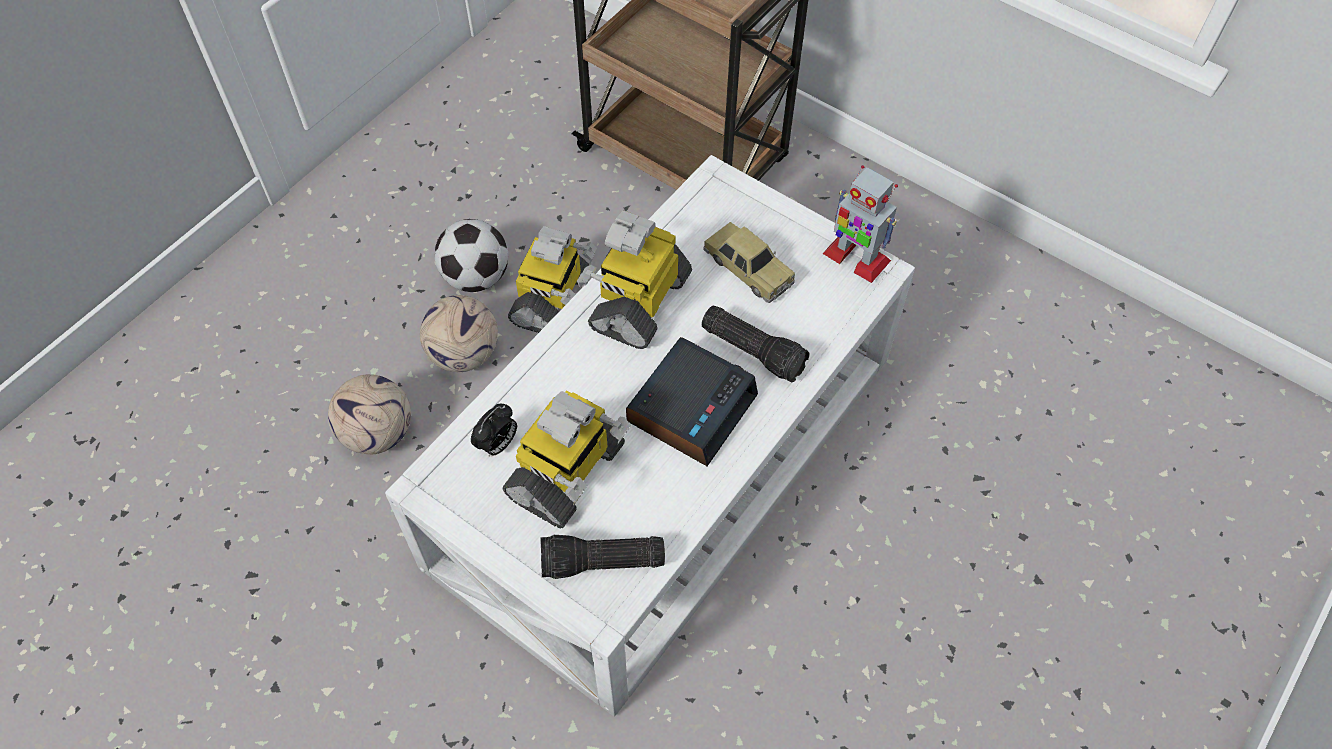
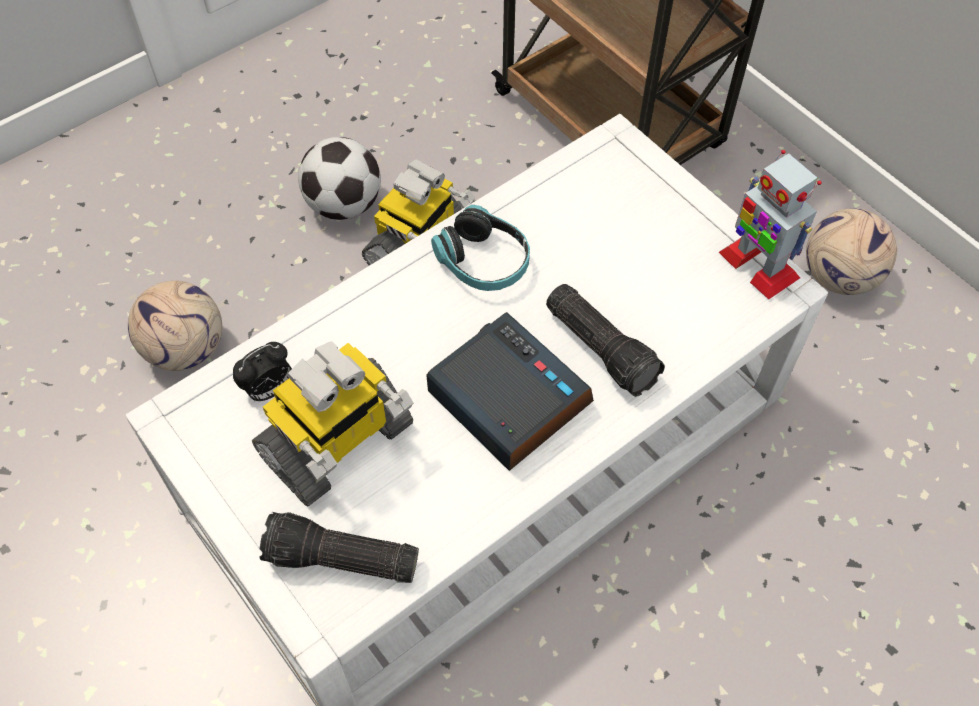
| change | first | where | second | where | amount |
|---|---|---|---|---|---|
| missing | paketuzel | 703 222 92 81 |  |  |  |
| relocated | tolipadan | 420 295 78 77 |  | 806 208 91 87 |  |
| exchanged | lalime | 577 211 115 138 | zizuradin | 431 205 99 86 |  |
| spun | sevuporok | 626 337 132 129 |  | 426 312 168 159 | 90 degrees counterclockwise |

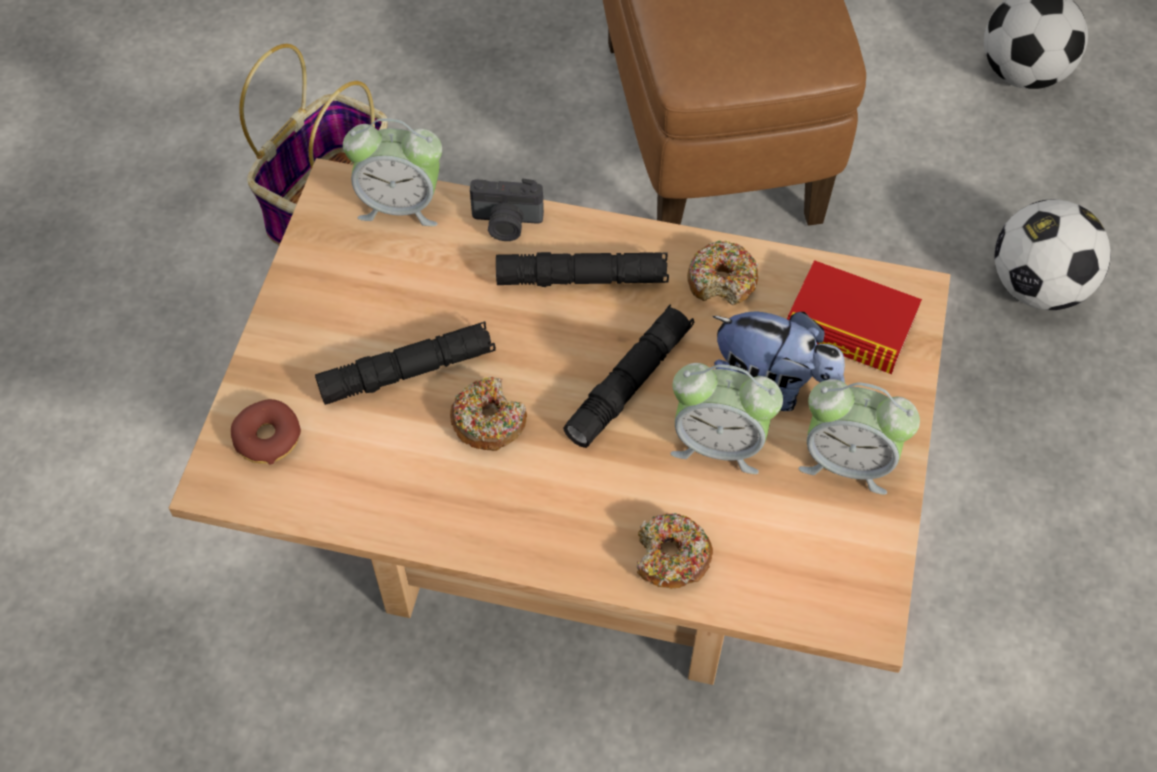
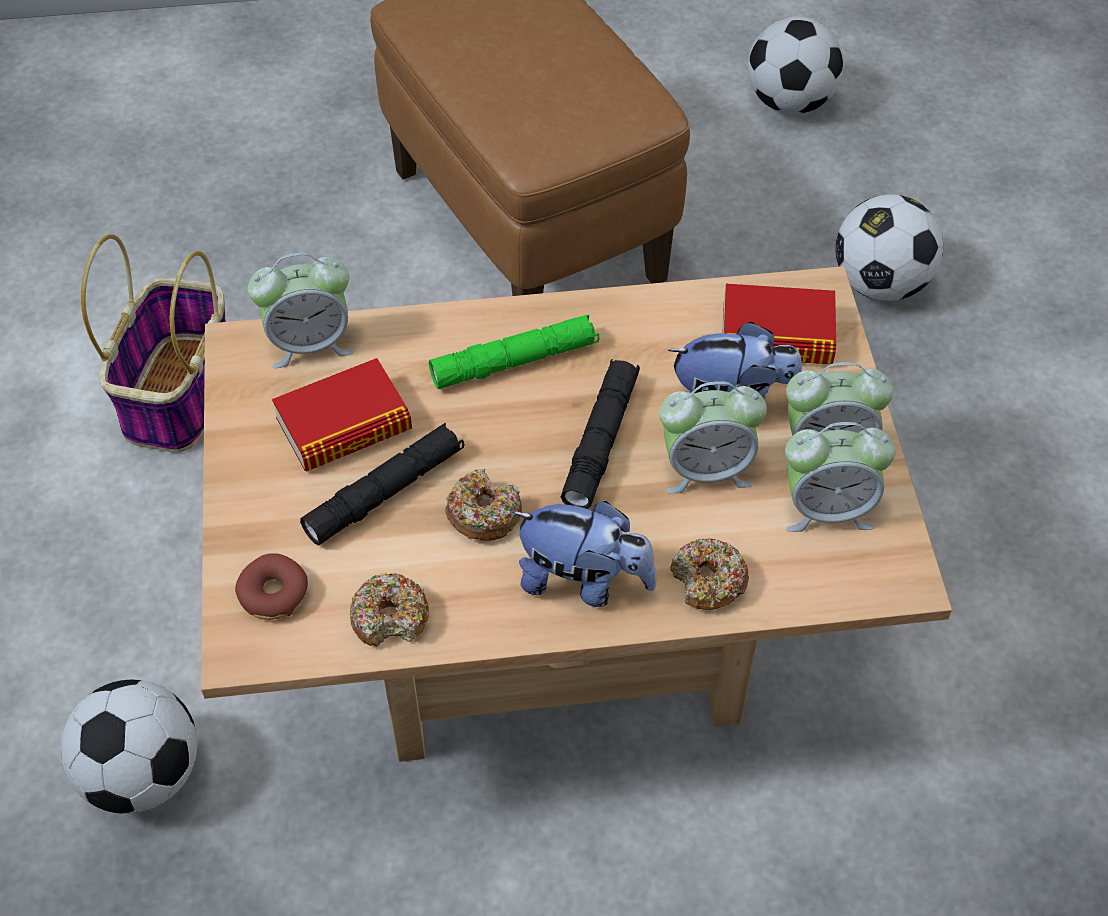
| change | first | where | second | where | amount |
|---|---|---|---|---|---|
| missing | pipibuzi | 470 178 74 63 |  |  |  |
| appeared |  |  | tolipadan | 61 680 137 134 |  |
| appeared |  |  | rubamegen | 272 358 140 114 |  |
| appeared |  |  | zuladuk | 512 501 145 106 |  |
| appeared |  |  | sevuporok | 785 422 111 110 |  |
| relocated | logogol | 687 241 71 64 |  | 350 573 79 73 |  |
| colour | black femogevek | 496 252 173 35 | green femogevek | 429 314 171 75 |  |

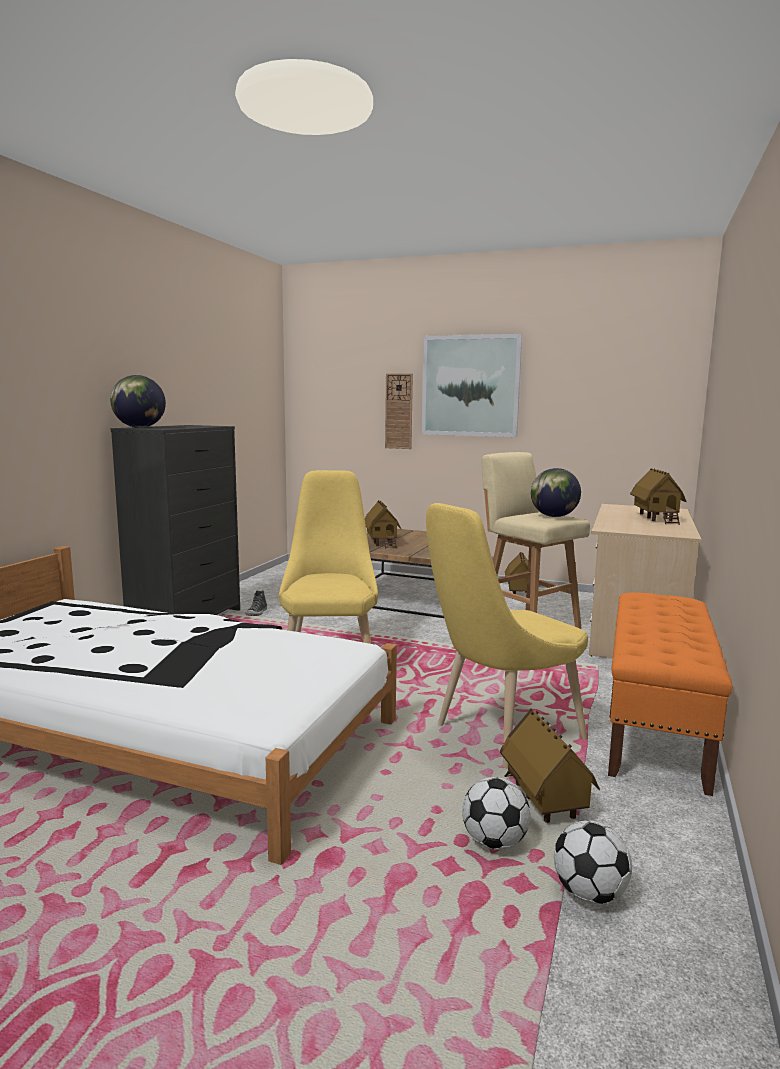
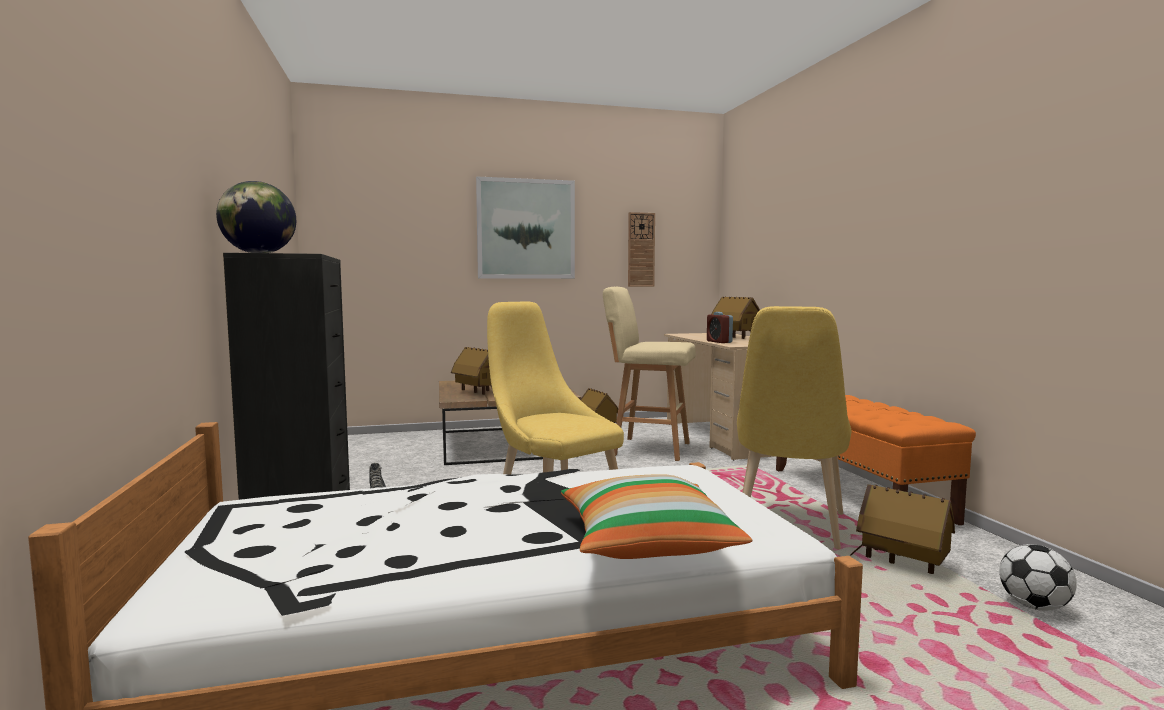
| change | first | where | second | where | amount |
|---|---|---|---|---|---|
| missing | tolipadan | 462 777 68 73 |  |  |  |
| missing | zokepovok | 531 468 50 49 |  |  |  |
| appeared |  |  | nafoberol | 561 474 191 85 |  |
| appeared |  |  | sevuporok | 707 312 26 31 |  |
| relocated | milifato | 385 374 28 75 |  | 628 212 27 75 |  |

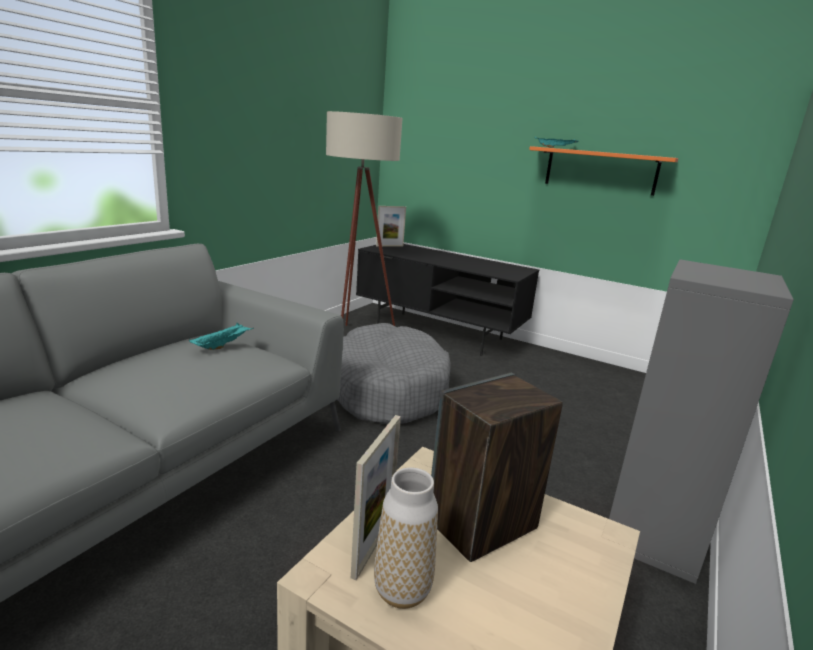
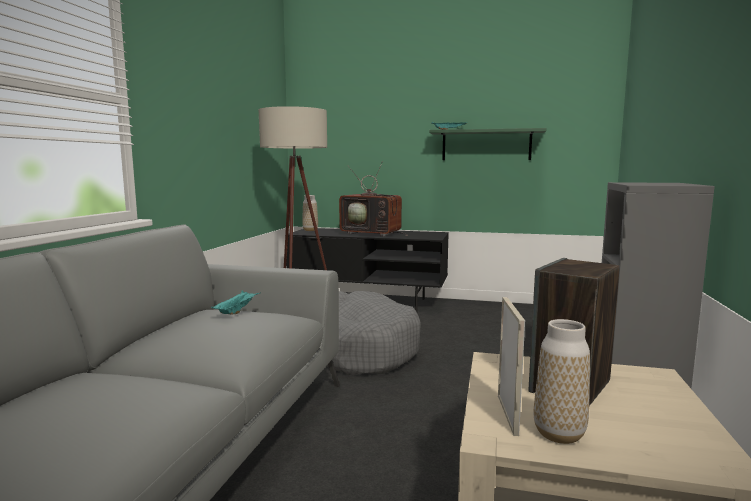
| change | first | where | second | where | amount |
|---|---|---|---|---|---|
| appeared |  |  | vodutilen | 339 161 69 76 |  |
| exchanged | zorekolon | 376 206 30 40 | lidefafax | 302 195 16 36 |  |
| colour | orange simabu | 529 146 149 50 | green simabu | 429 128 117 32 |  |

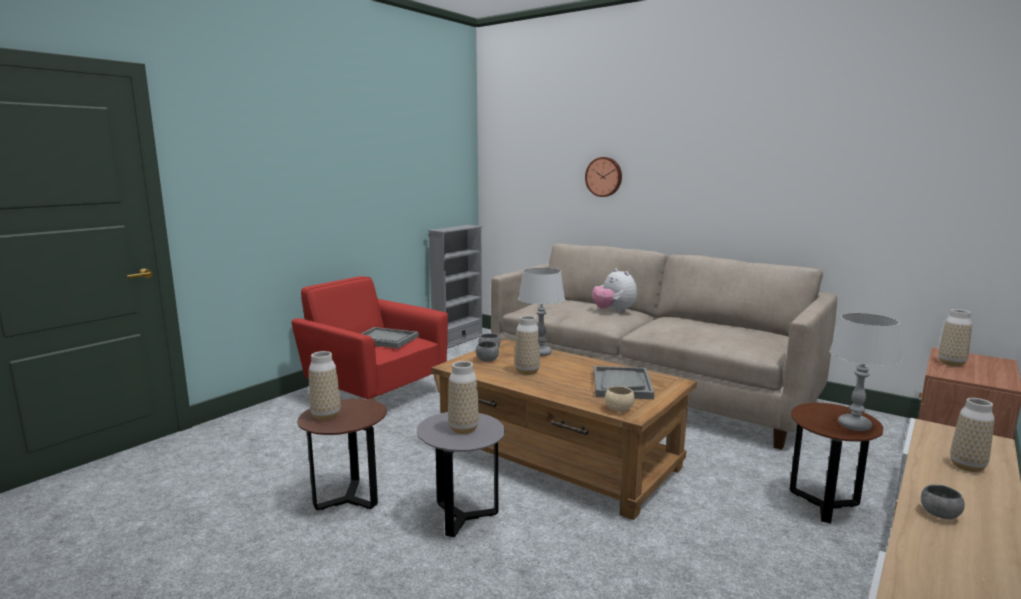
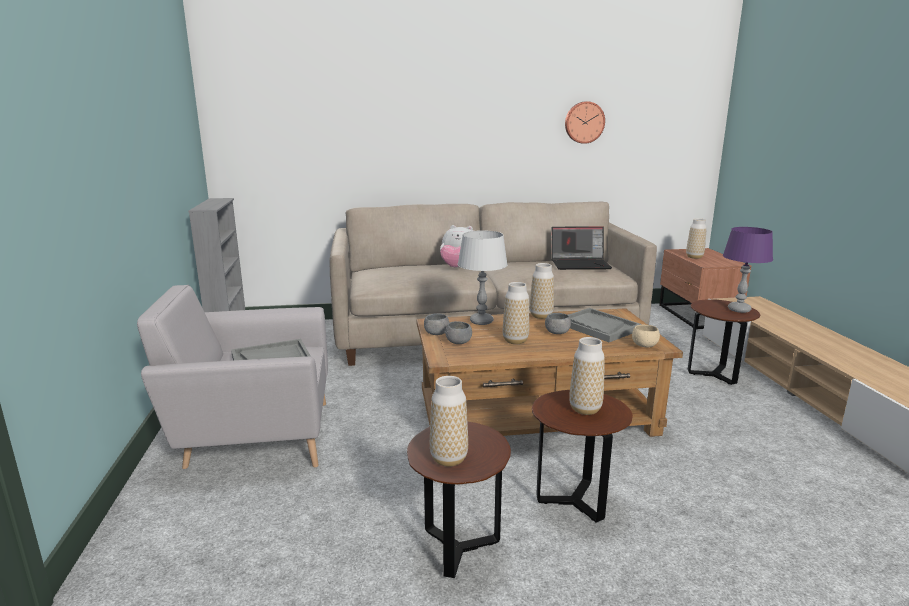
| change | first | where | second | where | amount |
|---|---|---|---|---|---|
| appeared |  |  | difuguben | 551 226 61 44 |  |
| relocated | milifato | 585 157 37 40 |  | 565 101 40 43 |  |
| relocated | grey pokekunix | 921 484 44 35 |  | 545 313 26 21 |  |
| relocated | lidefafax | 950 398 44 74 |  | 530 263 24 56 |  |
| colour | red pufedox | 291 276 157 125 | grey pufedox | 137 285 191 184 |  |
| colour | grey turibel | 417 412 88 125 | brown turibel | 532 390 101 133 |  |
| colour | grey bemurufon | 829 313 72 118 | purple bemurufon | 723 227 50 86 |  |

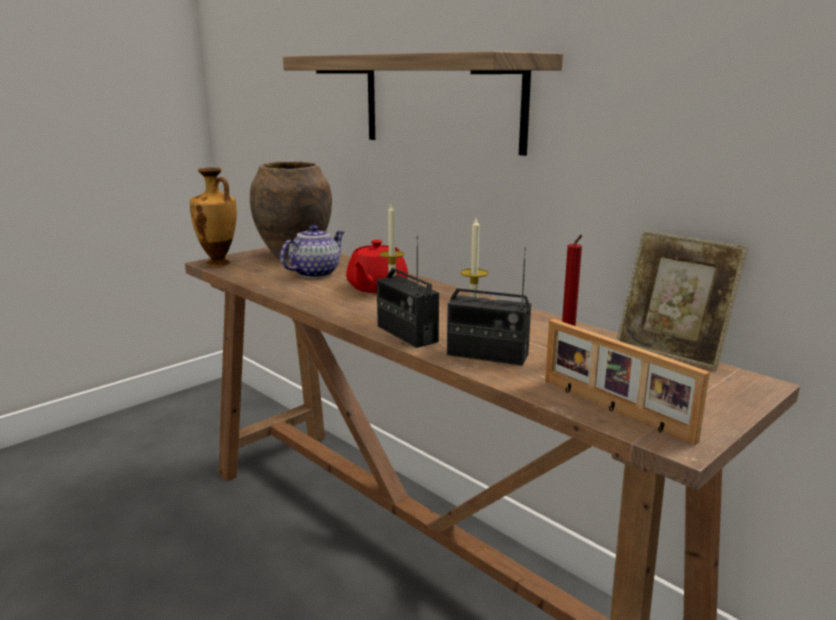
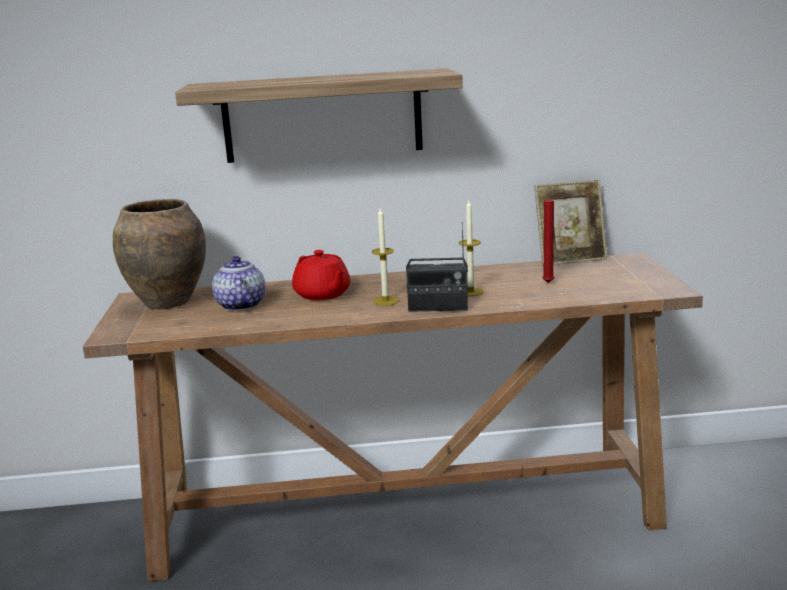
| change | first | where | second | where | amount |
|---|---|---|---|---|---|
| missing | lidefafax | 190 167 47 100 |  |  |  |
| missing | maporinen | 447 247 84 119 |  |  |  |
| missing | zorekolon | 545 319 165 126 |  |  |  |

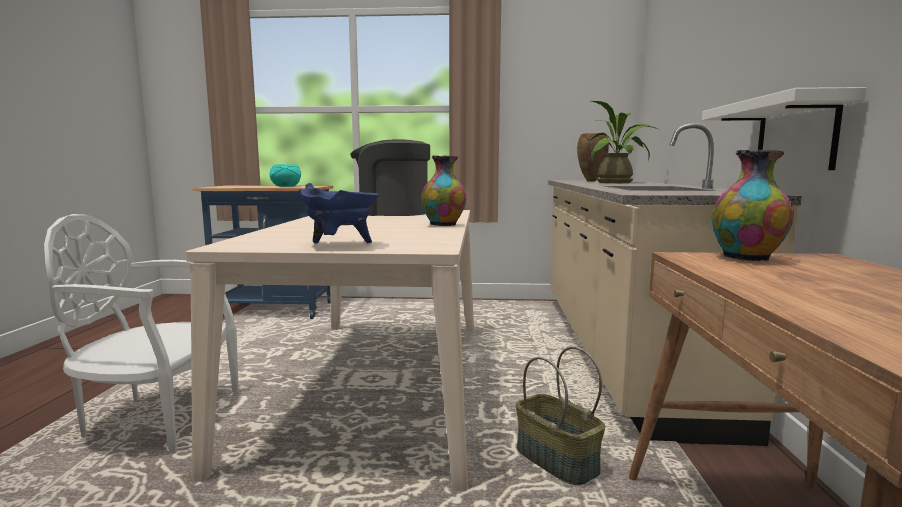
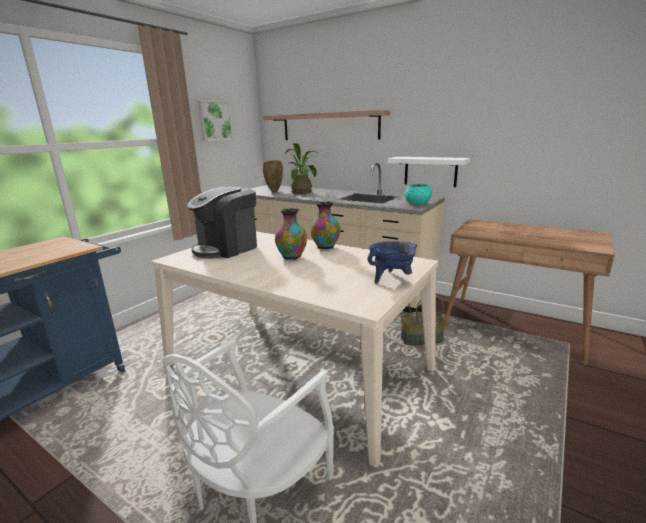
| change | first | where | second | where | amount |
|---|---|---|---|---|---|
| appeared |  |  | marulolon | 197 100 36 41 |  |
| appeared |  |  | simabu | 263 110 127 30 |  |
| relocated | turquoise pokekunix | 270 164 31 23 |  | 404 184 28 21 |  |
| relocated | lidefafax | 712 150 82 111 |  | 275 208 32 52 |  |

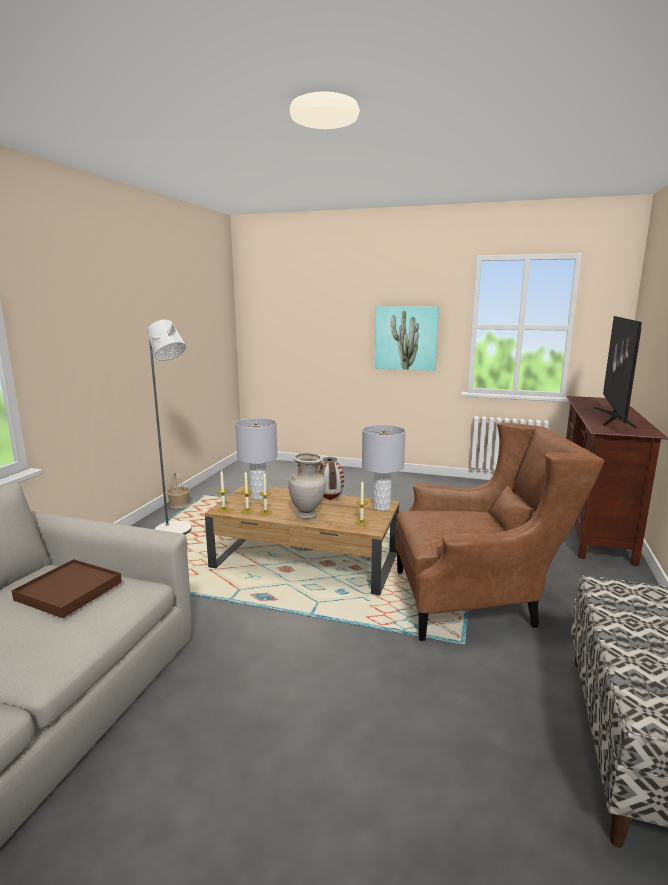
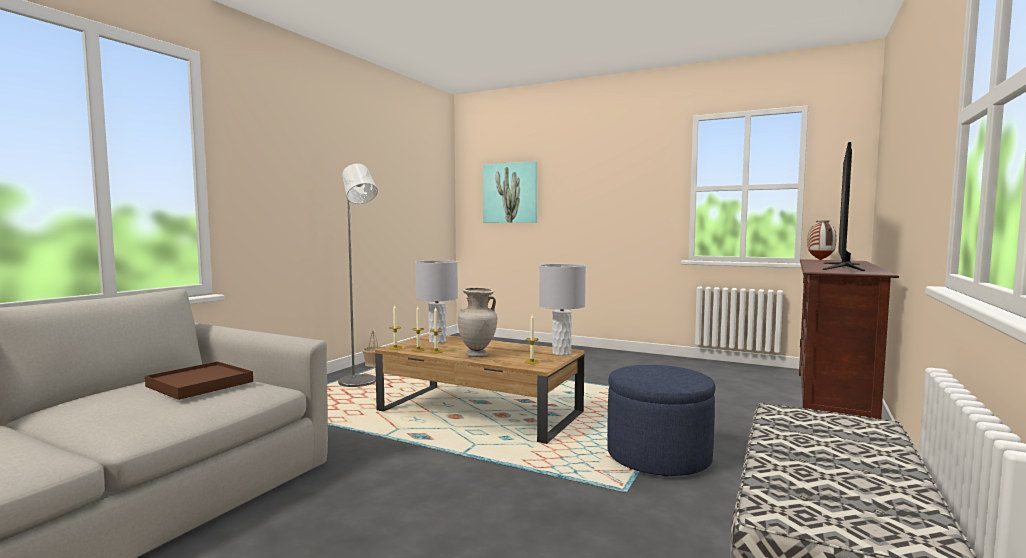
| change | first | where | second | where | amount |
|---|---|---|---|---|---|
| relocated | lidefafax | 317 457 27 43 |  | 807 220 30 40 |  |
| relocated | marulolon | 375 306 64 65 |  | 483 161 54 62 |  |
| exchanged | brown pufedox | 395 422 209 219 | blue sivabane | 607 365 109 111 |  |

